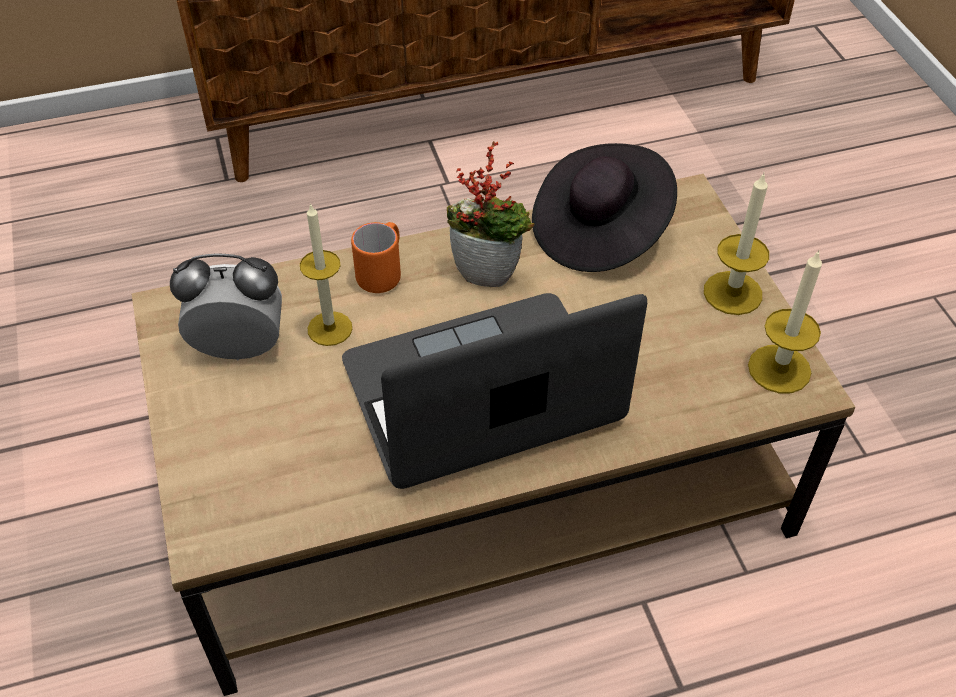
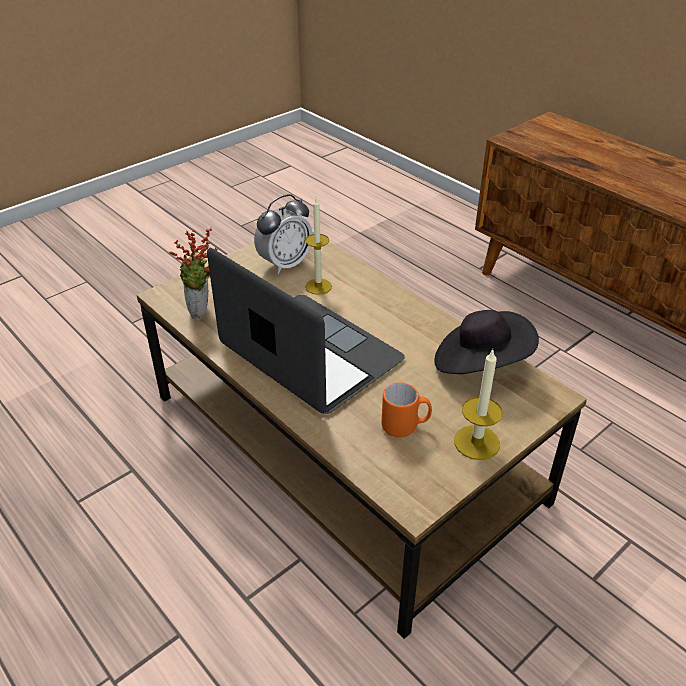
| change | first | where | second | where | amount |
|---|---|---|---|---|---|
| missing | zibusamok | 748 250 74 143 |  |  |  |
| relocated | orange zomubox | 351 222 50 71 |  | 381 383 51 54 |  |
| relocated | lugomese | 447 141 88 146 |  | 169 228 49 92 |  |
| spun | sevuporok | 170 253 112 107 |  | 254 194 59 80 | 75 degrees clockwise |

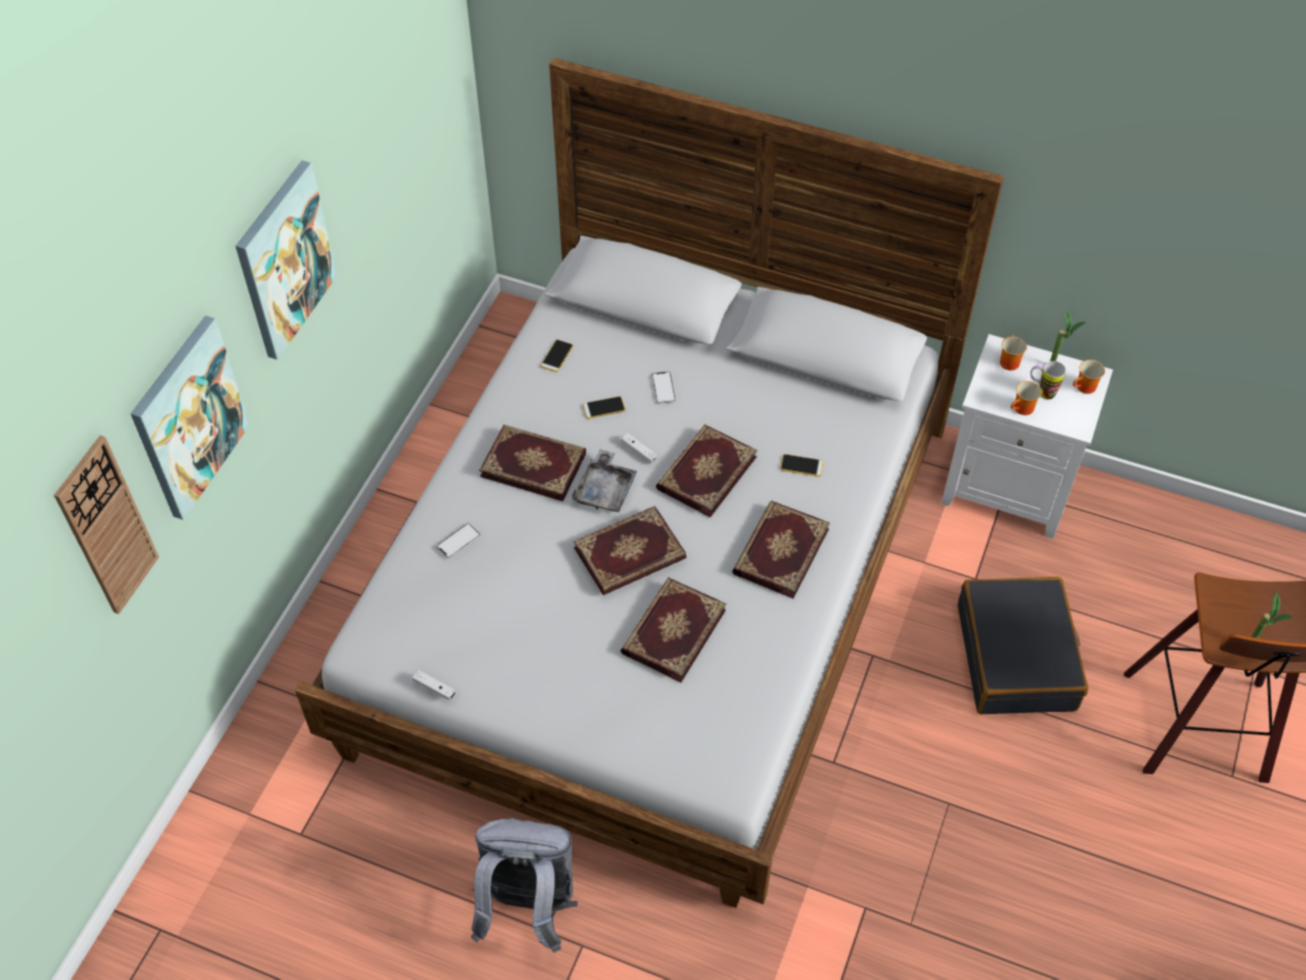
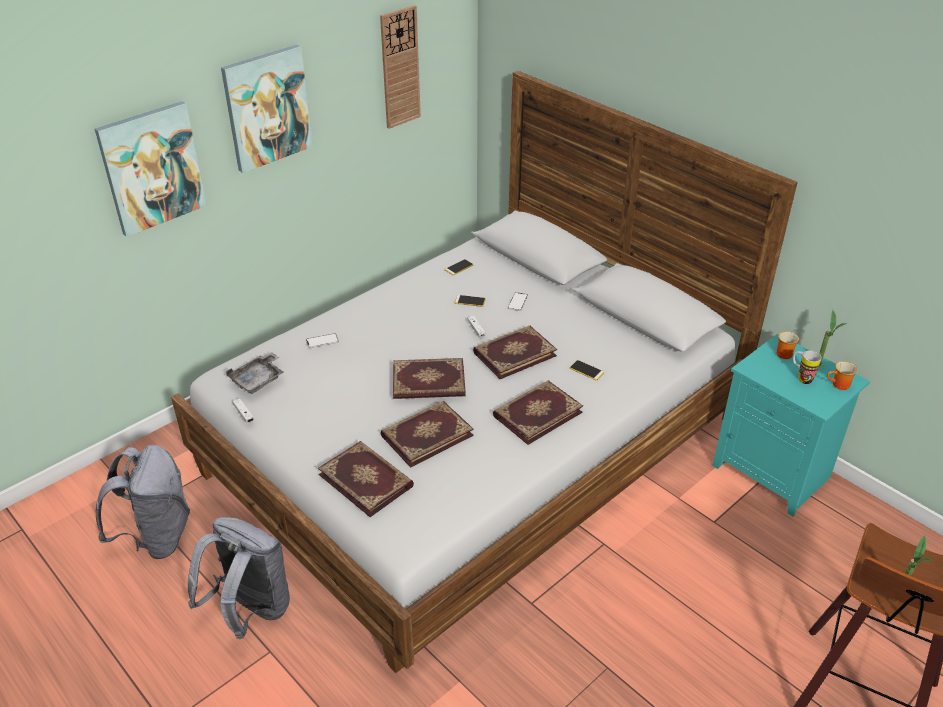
| change | first | where | second | where | amount |
|---|---|---|---|---|---|
| missing | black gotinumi | 958 577 130 137 |  |  |  |
| missing | zomubox | 1011 381 31 34 |  |  |  |
| appeared |  |  | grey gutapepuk | 96 445 94 114 |  |
| relocated | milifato | 54 435 105 179 |  | 380 5 41 124 |  |
| relocated | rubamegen | 479 425 107 76 |  | 318 441 96 76 |  |
| relocated | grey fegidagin | 572 449 65 63 |  | 226 352 58 42 |  |
| colour | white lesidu | 941 334 172 205 | turquoise lesidu | 713 334 157 183 |  |

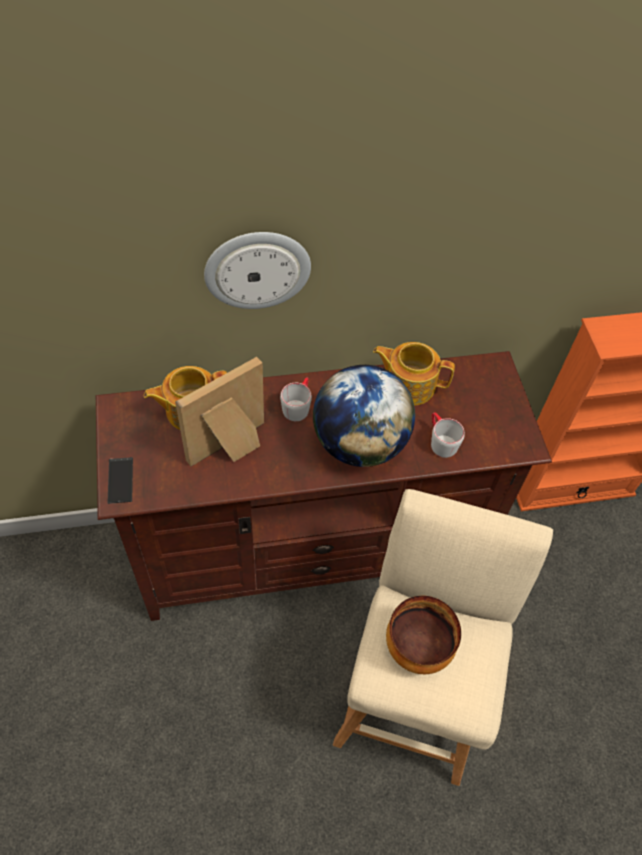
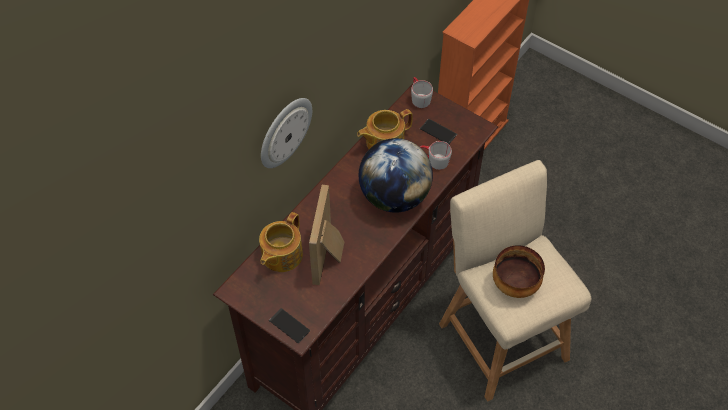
| change | first | where | second | where | amount |
|---|---|---|---|---|---|
| appeared |  |  | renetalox | 420 119 37 25 |  |
| relocated | grey zomubox | 280 378 32 43 |  | 411 77 22 31 |  |

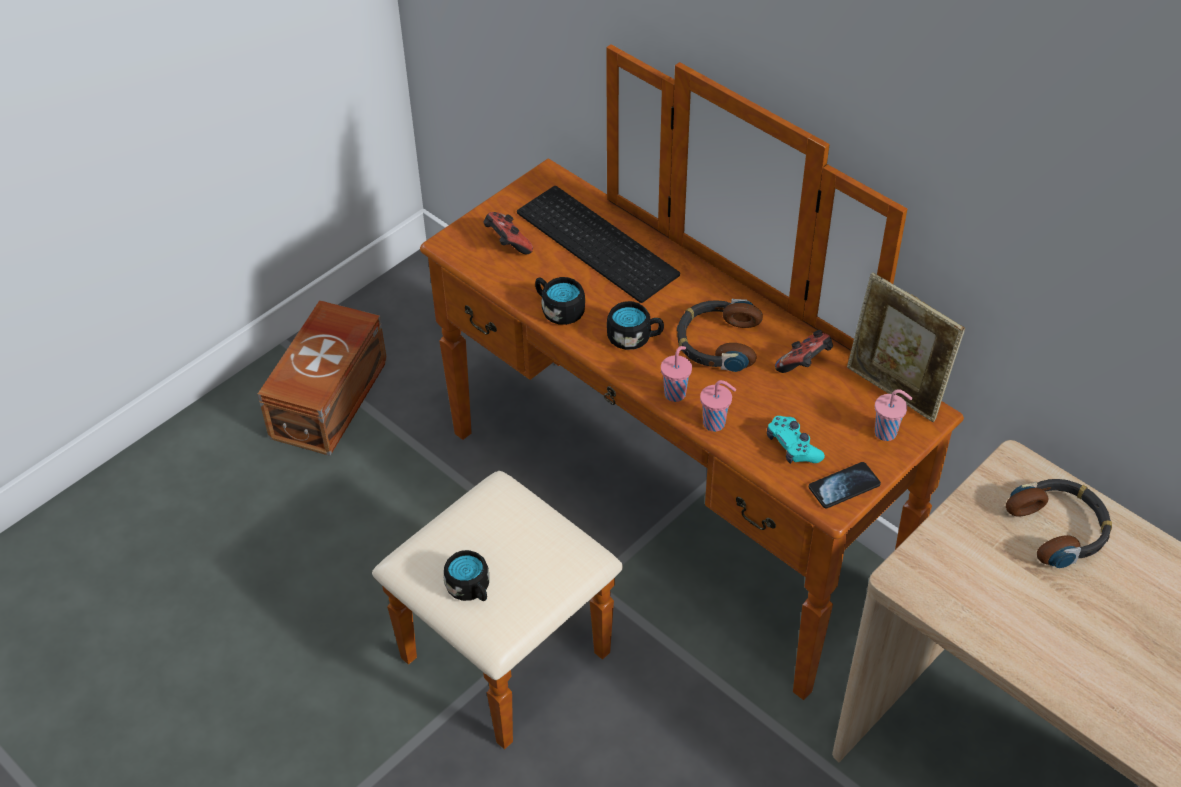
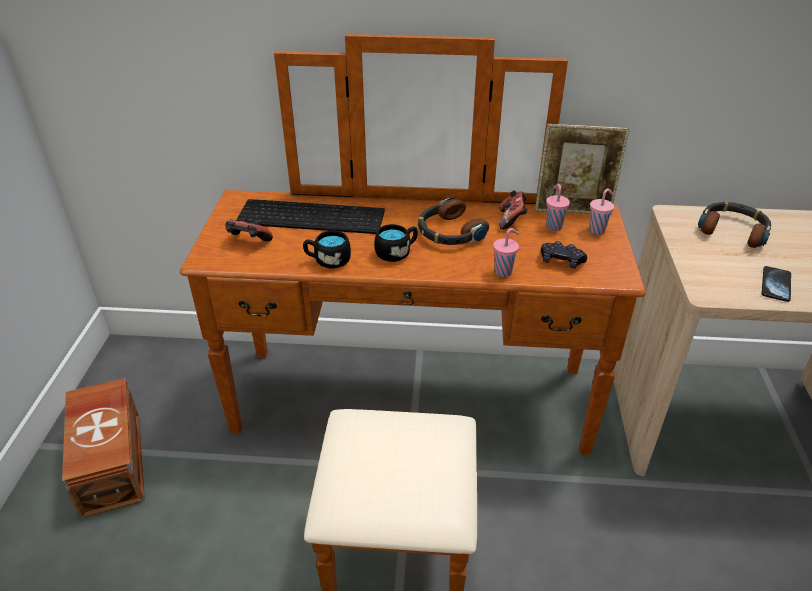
| change | first | where | second | where | amount |
|---|---|---|---|---|---|
| missing | black zomubox | 444 550 45 51 |  |  |  |
| relocated | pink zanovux | 661 346 31 56 |  | 546 184 24 47 |  |
| relocated | renetalox | 809 462 72 46 |  | 762 266 29 36 |  |
| colour | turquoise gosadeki | 767 416 58 48 | black gosadeki | 541 241 46 27 |  |

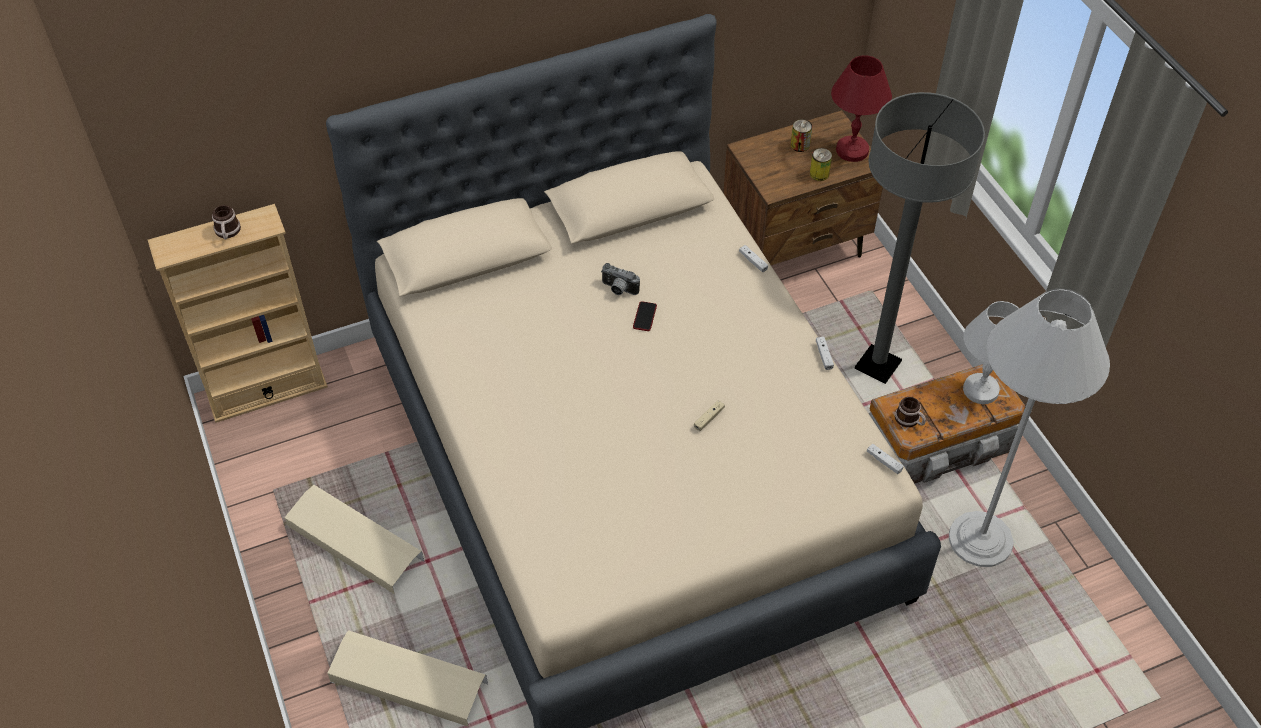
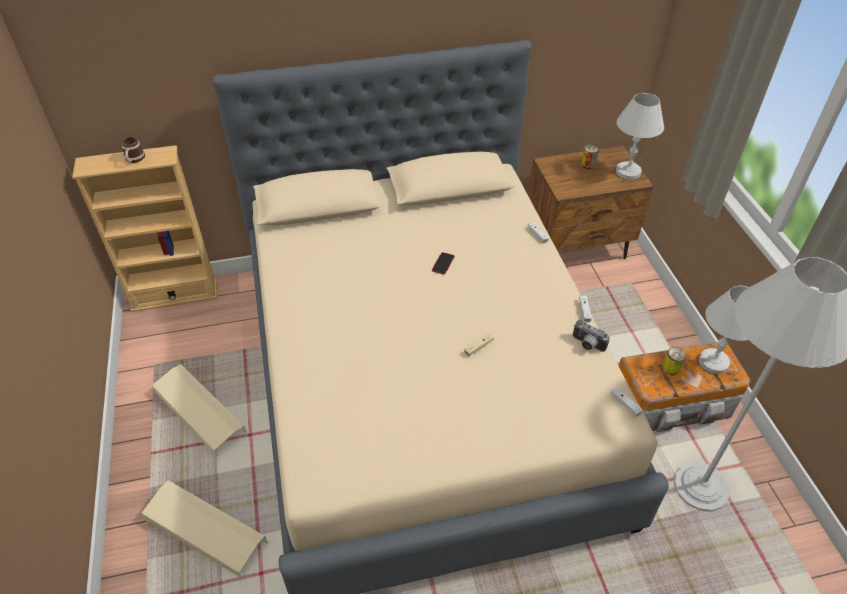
| change | first | where | second | where | amount |
|---|---|---|---|---|---|
| missing | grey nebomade | 855 92 130 292 |  |  |  |
| missing | zomubox | 895 397 31 30 |  |  |  |
| relocated | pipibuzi | 601 263 39 32 |  | 573 320 37 32 |  |
| relocated | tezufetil | 810 148 22 33 |  | 662 347 24 29 |  |
| colour | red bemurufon | 831 55 61 107 | white bemurufon | 616 93 48 87 |  |

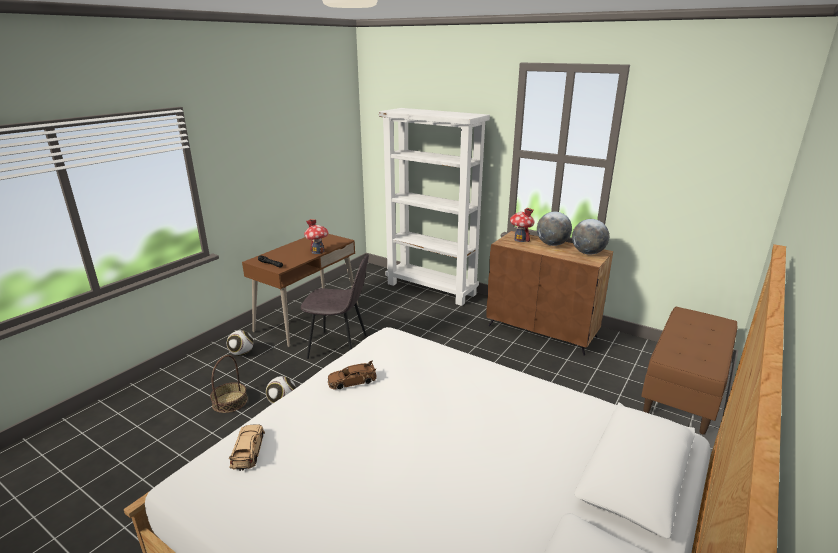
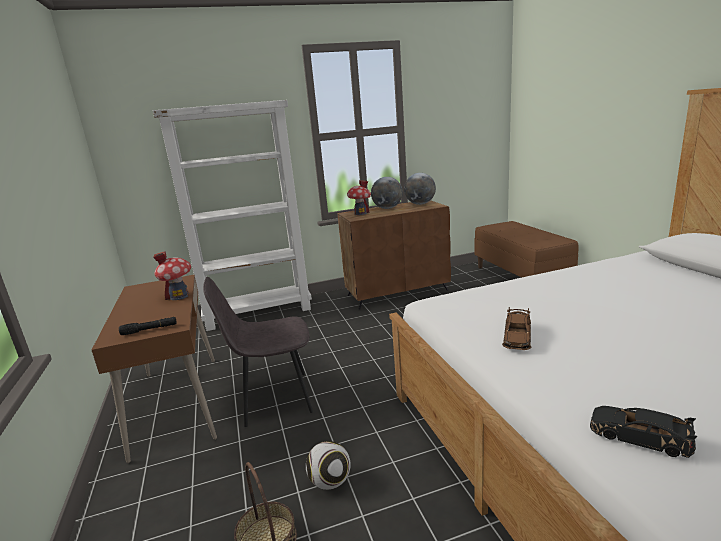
| change | first | where | second | where | amount |
|---|---|---|---|---|---|
| missing | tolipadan | 227 330 26 26 |  |  |  |
| colour | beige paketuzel | 229 424 36 47 | black paketuzel | 590 406 107 52 |  |
| spun | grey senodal | 301 254 68 105 |  | 203 277 110 150 | 150 degrees counterclockwise |

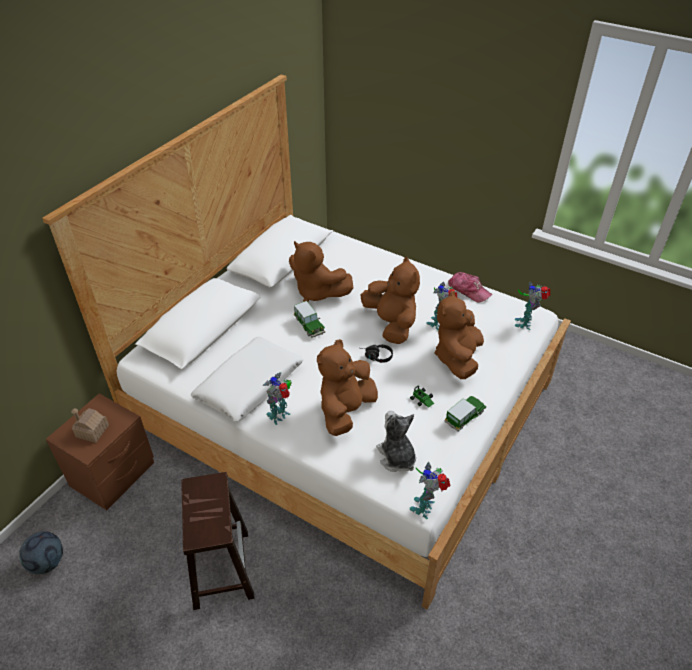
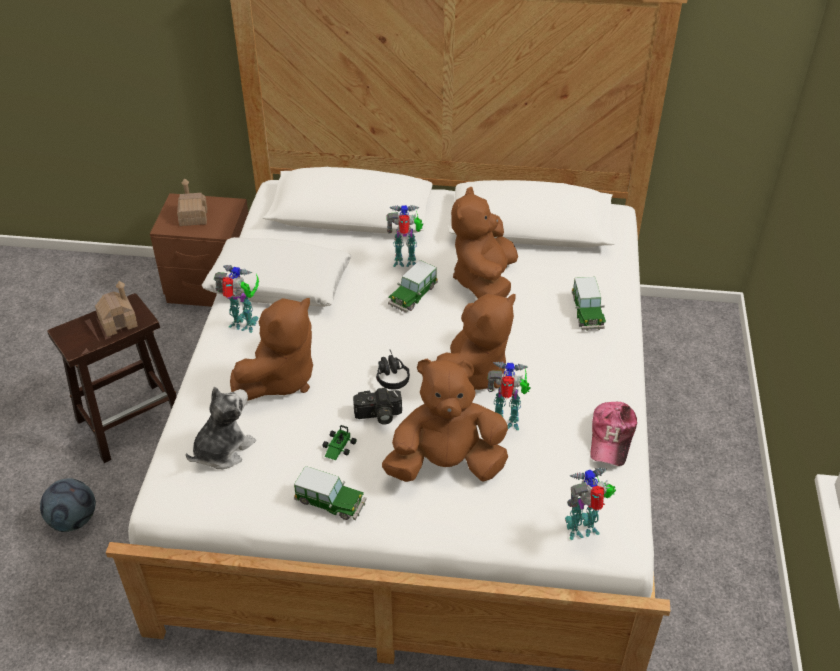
| change | first | where | second | where | amount |
|---|---|---|---|---|---|
| appeared |  |  | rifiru | 95 281 43 56 |  |
| appeared |  |  | pipibuzi | 353 388 49 37 |  |
| appeared |  |  | paketuzel | 572 277 34 54 |  |
| relocated | tolipadan | 19 531 44 43 |  | 40 478 56 54 |  |
| relocated | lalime | 410 462 40 57 |  | 386 205 37 62 |  |
| spun | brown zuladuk | 317 339 61 97 |  | 230 298 83 103 | 120 degrees clockwise |

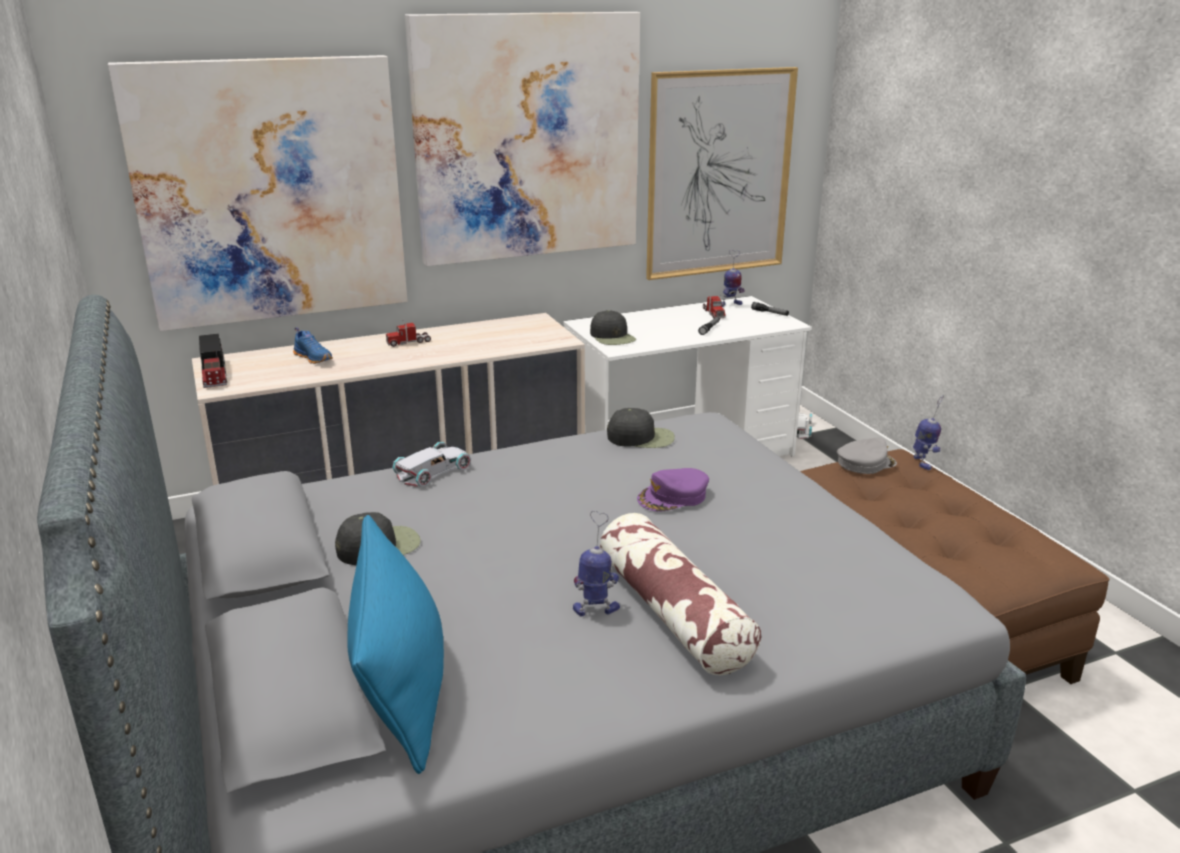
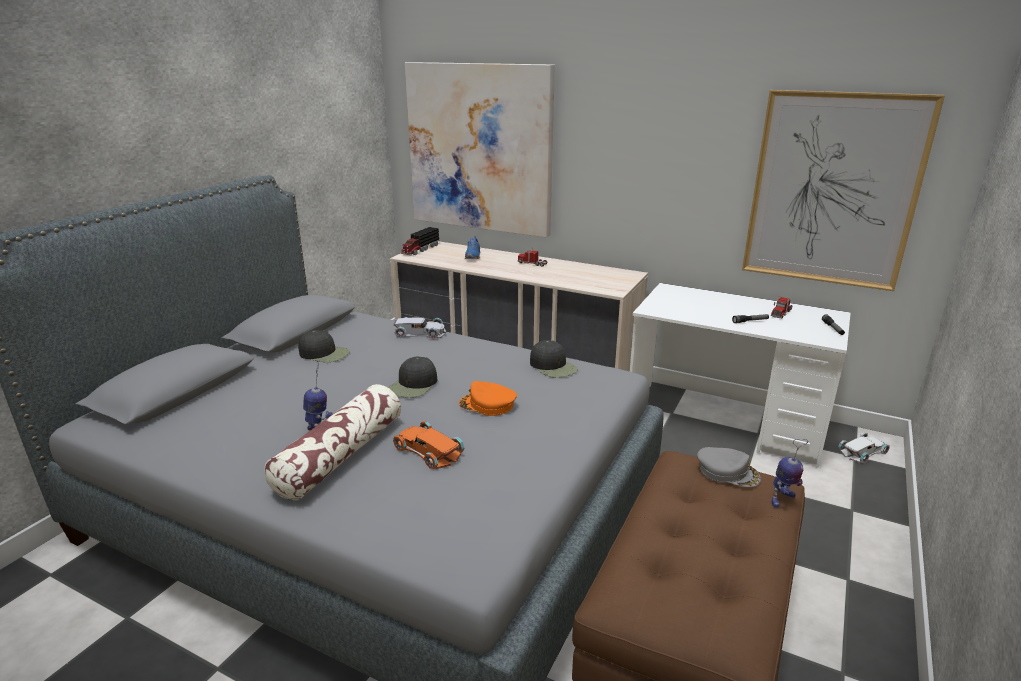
| change | first | where | second | where | amount |
|---|---|---|---|---|---|
| missing | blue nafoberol | 348 515 96 259 |  |  |  |
| missing | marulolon | 405 12 235 254 |  |  |  |
| missing | lalime | 722 250 23 57 |  |  |  |
| appeared |  |  | orange paketuzel | 393 421 72 48 |  |
| relocated | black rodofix | 590 310 46 35 |  | 389 356 48 42 |  |
| colour | purple rodofix | 637 468 72 44 | orange rodofix | 459 381 58 35 |  |

